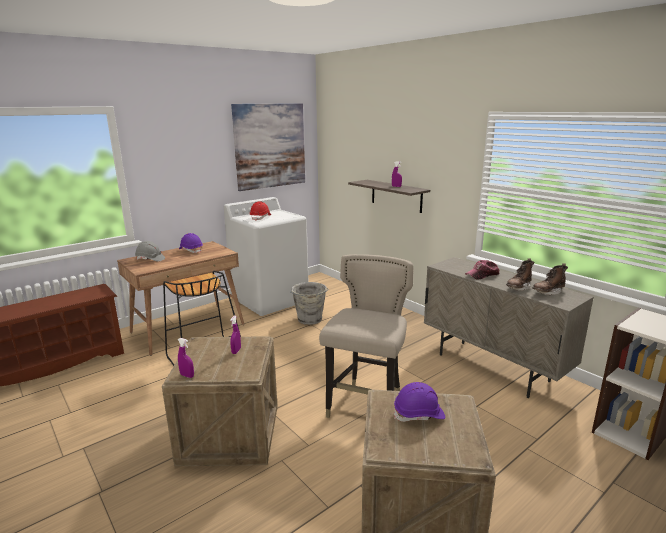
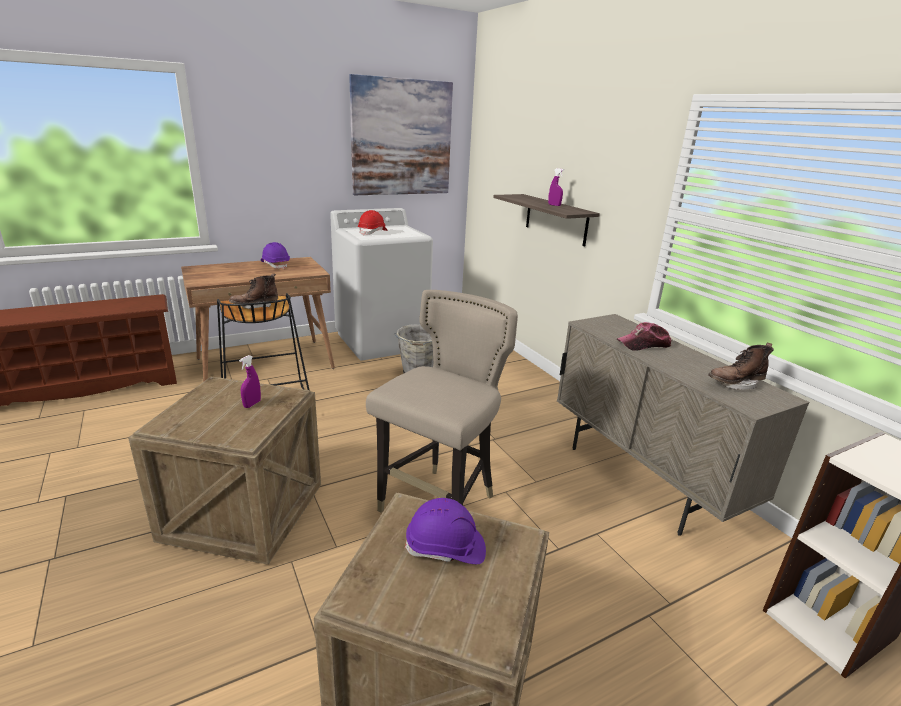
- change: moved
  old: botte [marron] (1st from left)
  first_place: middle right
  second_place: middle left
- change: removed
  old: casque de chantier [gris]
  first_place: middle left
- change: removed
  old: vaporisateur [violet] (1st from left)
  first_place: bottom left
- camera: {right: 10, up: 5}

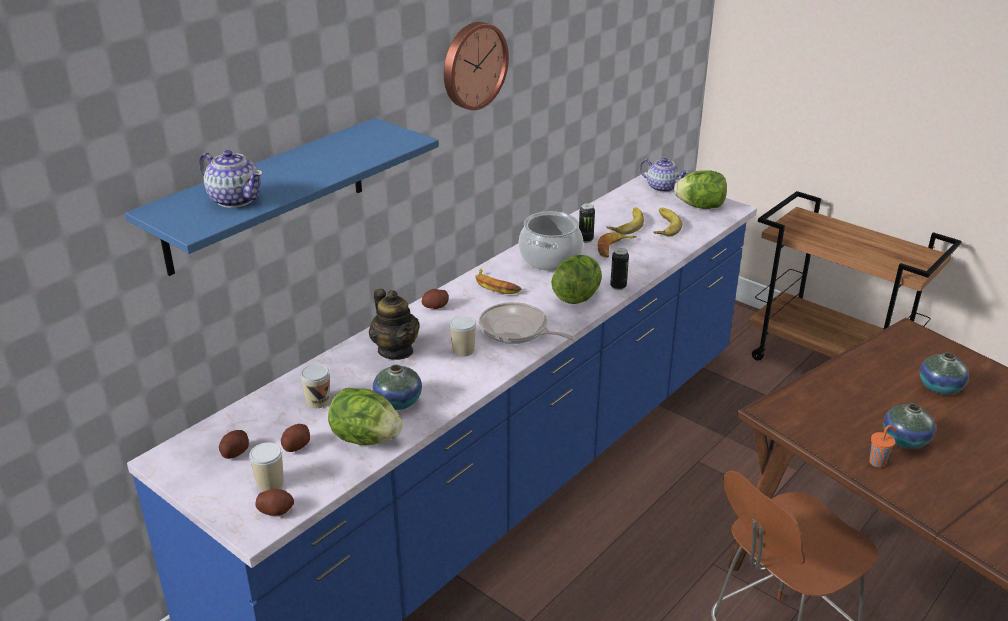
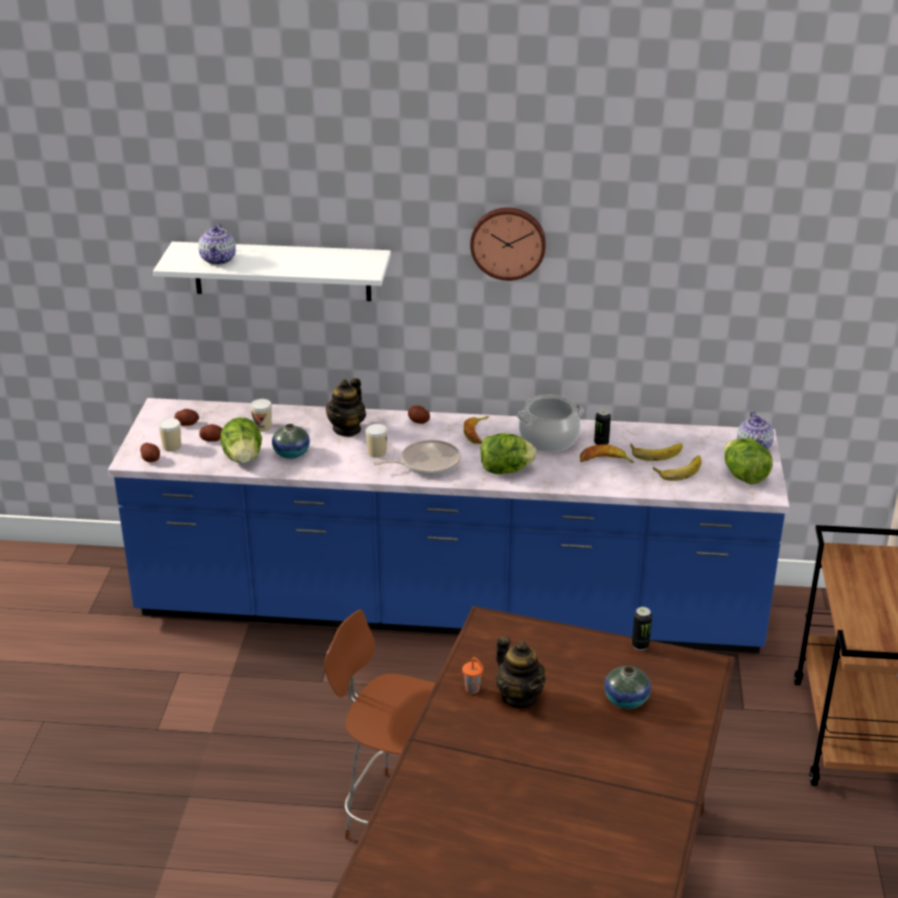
- change: recoloured
  old: étagère [bleu]
  new: étagère [blanc]
  first_place: top left
  second_place: top left
- change: turned
  old: poêle
  first_place: centre
  second_place: centre
  degrees: 75
- change: replaced
  old: vase (2nd from left)
  new: théière (3rd from left)
  first_place: bottom right
  second_place: bottom centre
- change: moved
  old: boîte métallique (2nd from left)
  first_place: centre
  second_place: bottom right
- camera: {right: 55, up: 0}

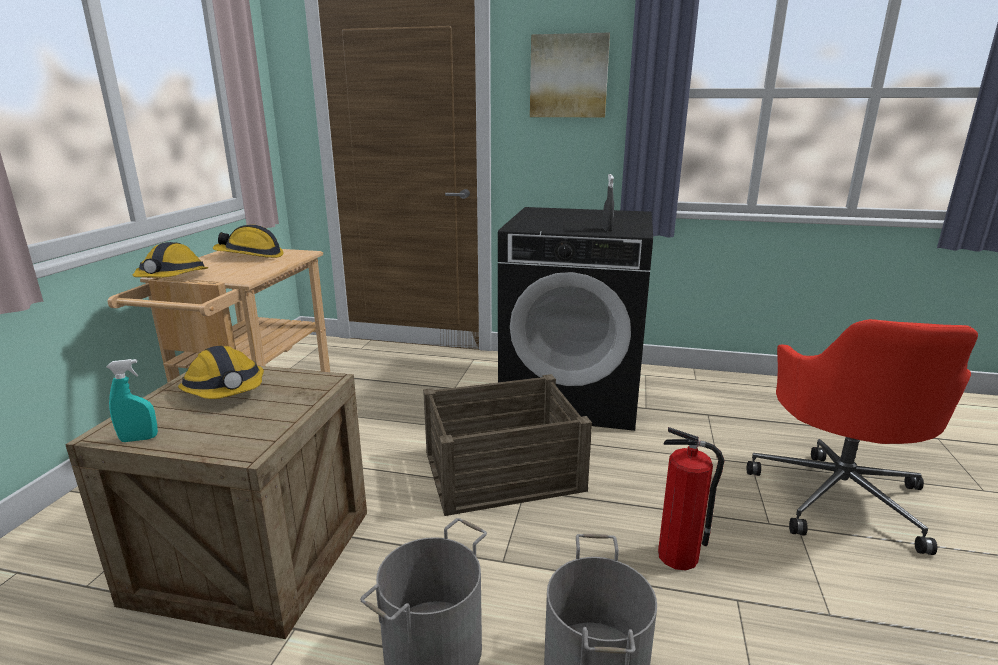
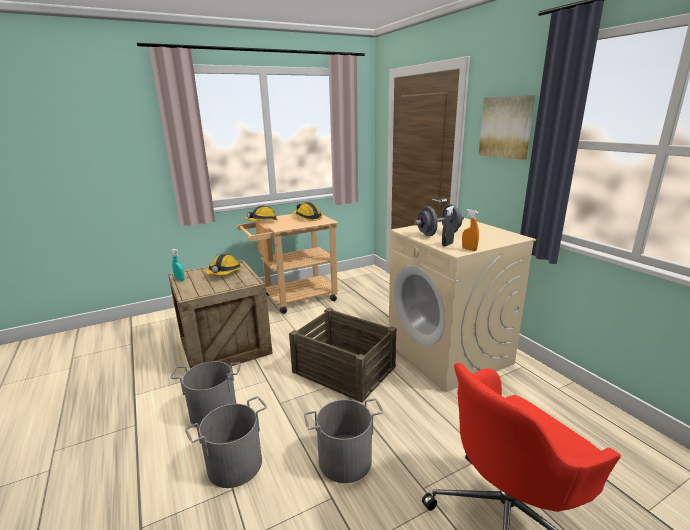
- change: replaced
  old: extincteur
  new: seau [gris] (3rd from left)
  first_place: bottom right
  second_place: bottom centre
- change: recoloured
  old: lave-linge [noir]
  new: lave-linge [beige]
  first_place: centre
  second_place: middle right
- change: added
  new: haltère [gris]
  second_place: centre
- change: added
  new: vaporisateur [orange]
  second_place: middle right
- camera: {right: 50, up: 0}

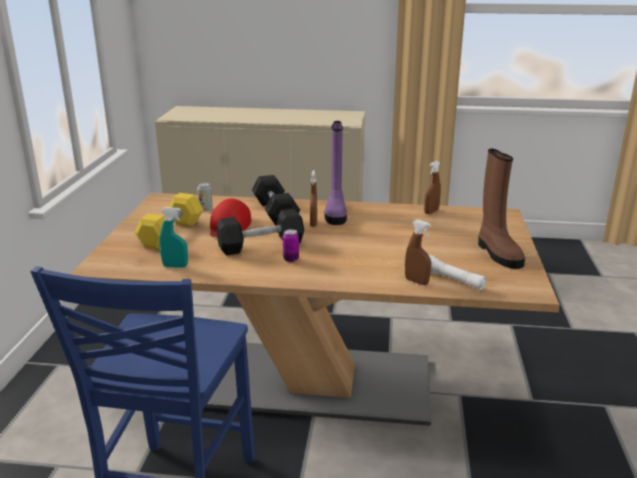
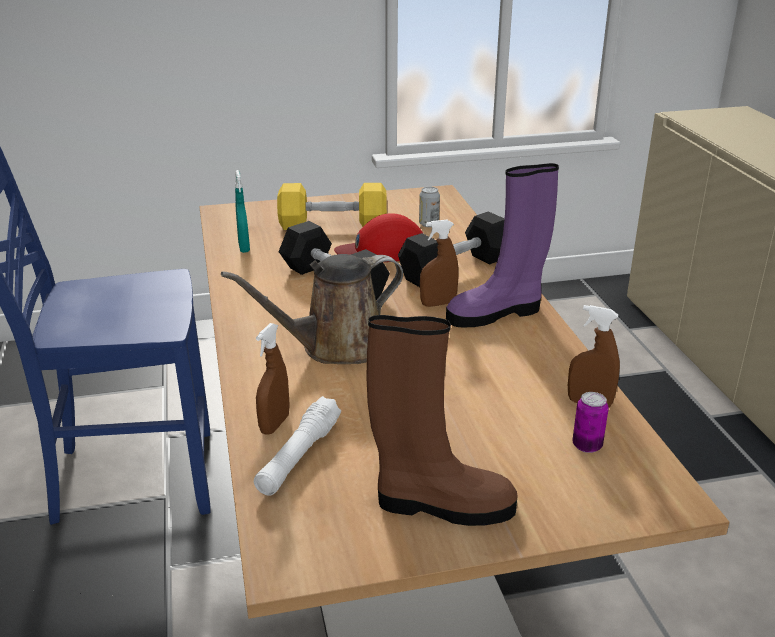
- change: added
  new: arrosoir [marron]
  second_place: centre
- change: turned
  old: botte [marron]
  first_place: middle right
  second_place: centre
  degrees: -135
- change: moved
  old: boîte métallique (2nd from left)
  first_place: centre
  second_place: middle right
- camera: {right: 70, up: 5}

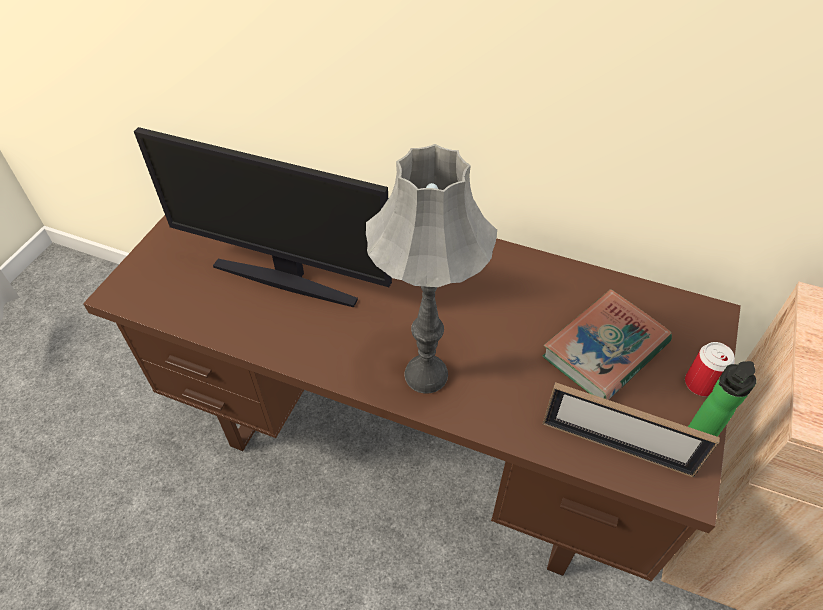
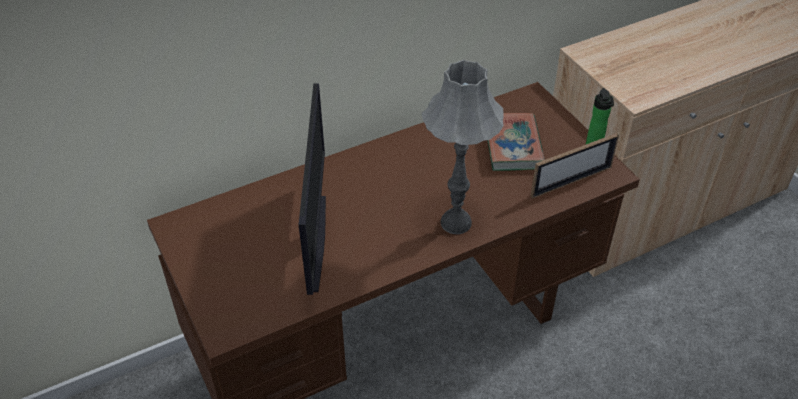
- change: turned
  old: écran d'ordinateur
  first_place: middle left
  second_place: centre
  degrees: -60
- change: removed
  old: boîte métallique
  first_place: middle right
- camera: {right: -50, up: -5}

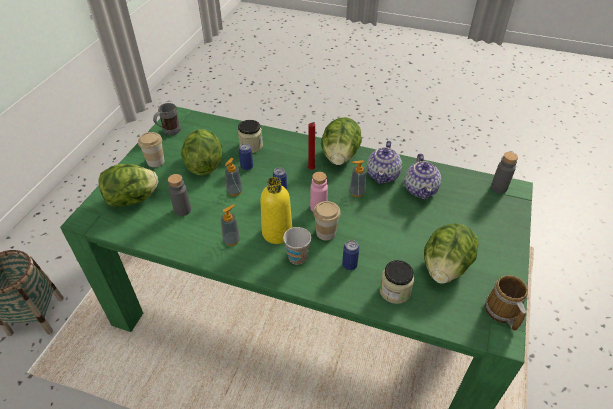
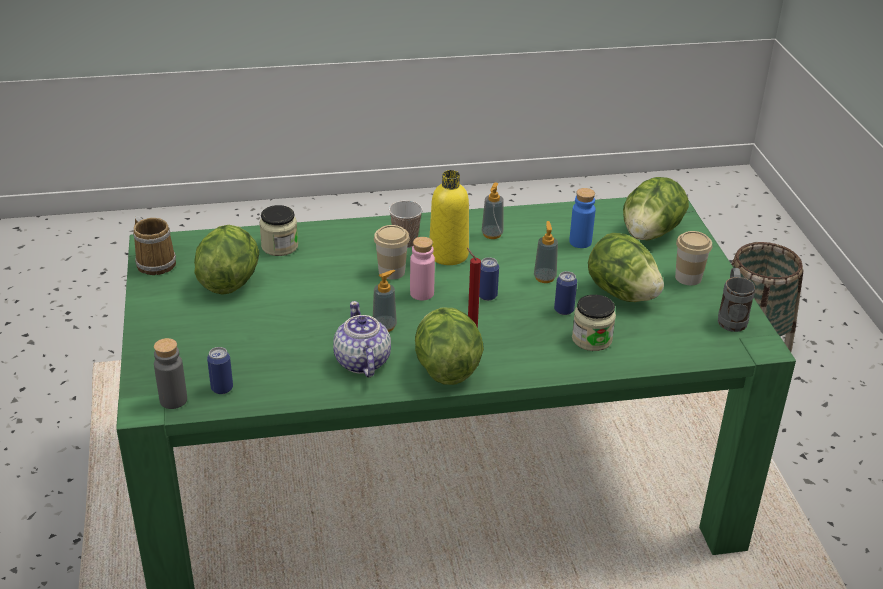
- change: moved
  old: boîte métallique (3rd from left in the first image)
  new: boîte métallique (1st from left)
  first_place: centre
  second_place: middle left
- change: recoloured
  old: bouteille [gris] (1st from left)
  new: bouteille [bleu]
  first_place: middle left
  second_place: centre
- change: removed
  old: théière (2nd from left)
  first_place: middle right
- camera: {right: 150, up: -10}

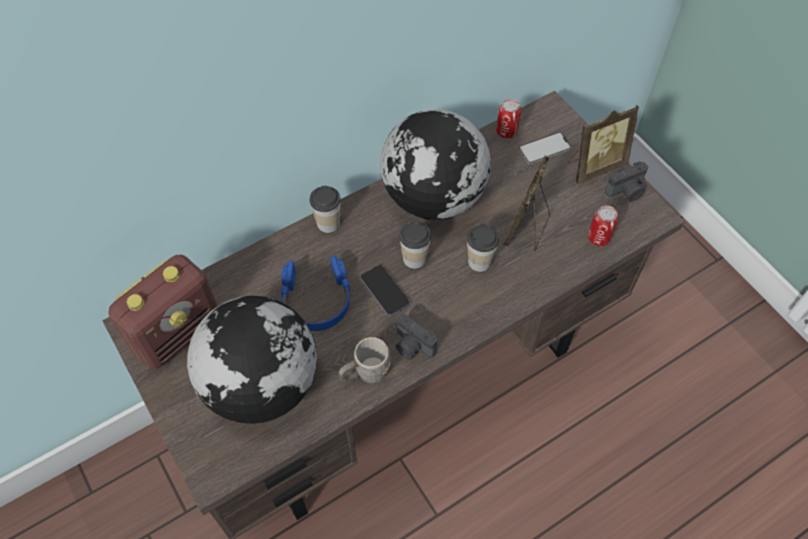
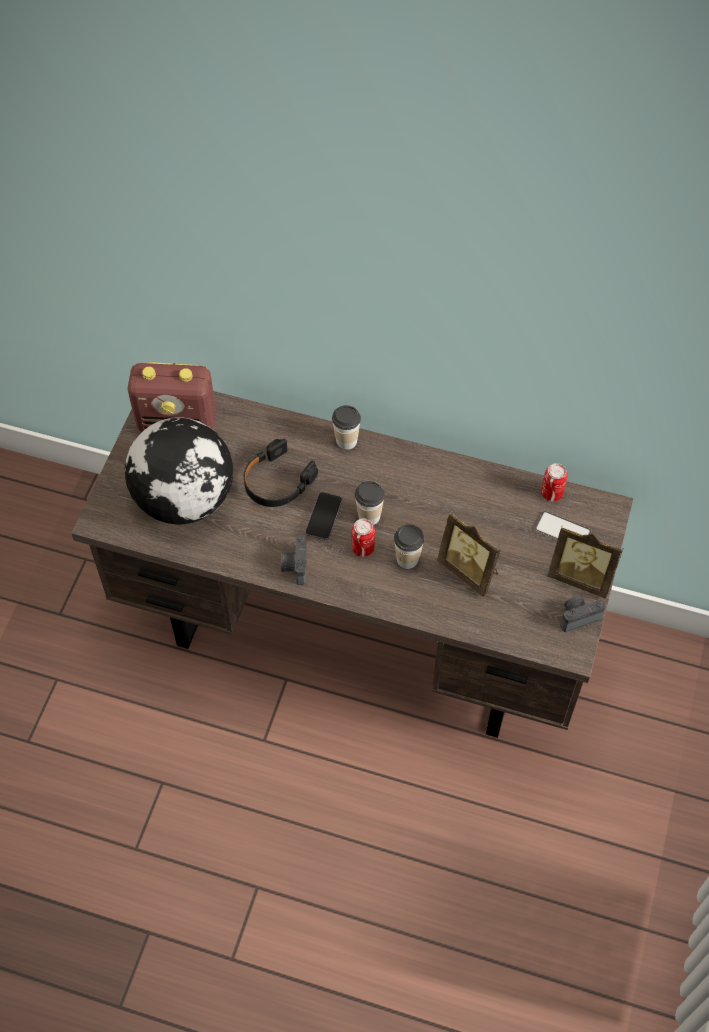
- change: recoloured
  old: casque audio [bleu]
  new: casque audio [noir]
  first_place: centre
  second_place: centre
- change: moved
  old: boîte métallique (2nd from left in the first image)
  new: boîte métallique (1st from left)
  first_place: middle right
  second_place: centre
- change: turned
  old: cadre photo (1st from left)
  first_place: centre
  second_place: centre
  degrees: -120
- change: turned
  old: appareil photo (2nd from left)
  first_place: middle right
  second_place: middle right
  degrees: 135
- change: removed
  old: mug [gris]
  first_place: bottom centre
- change: removed
  old: globe (2nd from left)
  first_place: top centre
- camera: {right: 50, up: 0}

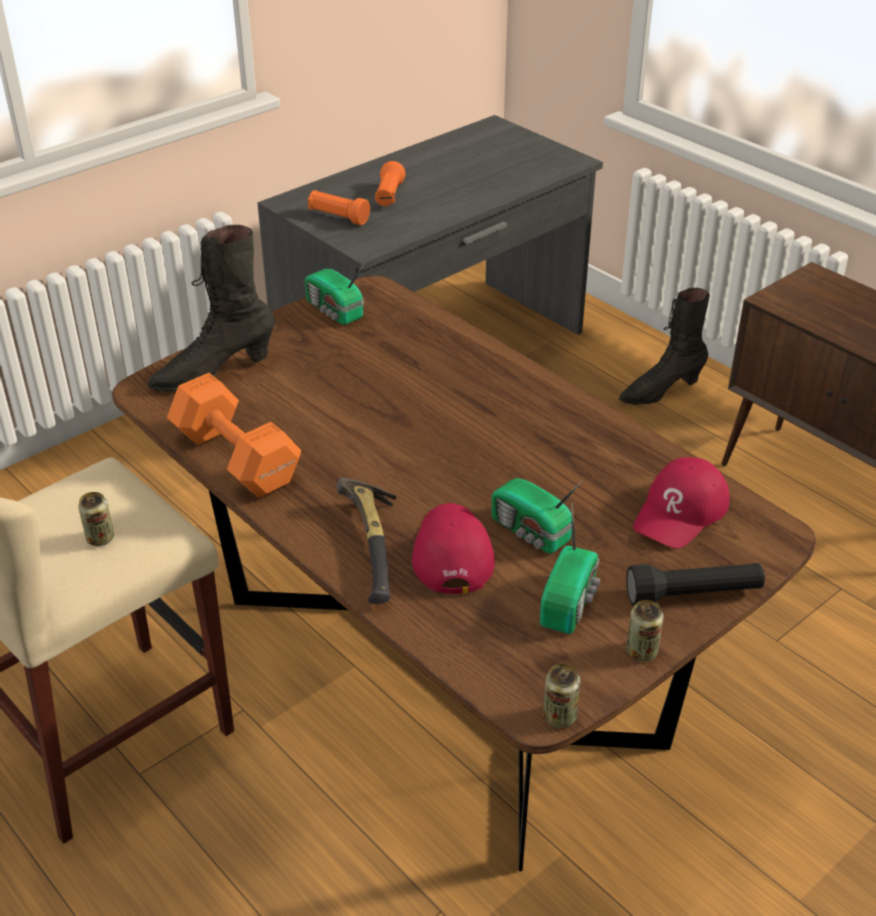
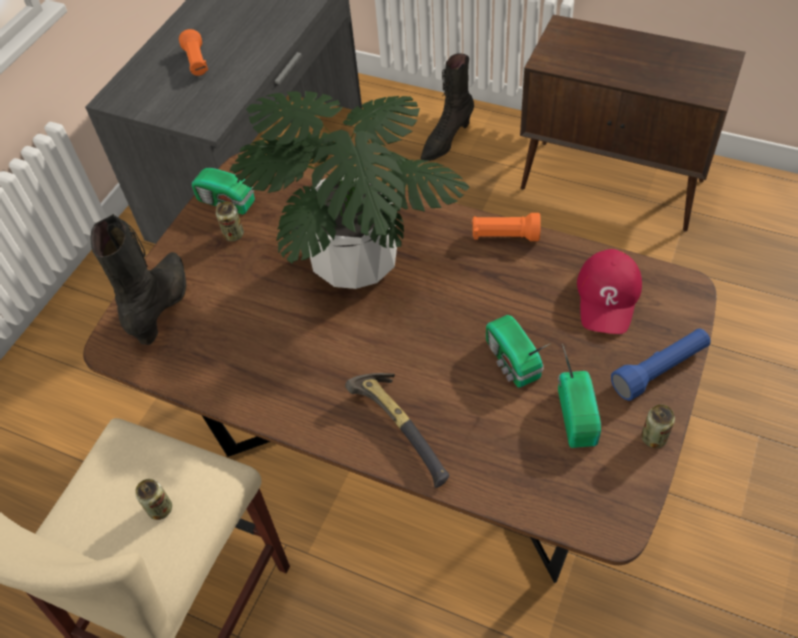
- change: turned
  old: botte [noir] (1st from left)
  first_place: middle left
  second_place: middle left
  degrees: 150
- change: moved
  old: boîte métallique (2nd from left)
  first_place: bottom centre
  second_place: middle left
- change: added
  new: plante en pot
  second_place: top centre
- change: moved
  old: lampe de poche [orange] (1st from left in the first image)
  new: lampe de poche [orange] (2nd from left)
  first_place: top centre
  second_place: centre
- change: turned
  old: radio (2nd from left)
  first_place: centre
  second_place: centre
  degrees: 45
- change: recoloured
  old: lampe de poche [noir]
  new: lampe de poche [bleu]
  first_place: middle right
  second_place: middle right
- change: removed
  old: haltère [orange]
  first_place: middle left
- change: removed
  old: casquette [rouge] (1st from left)
  first_place: centre
- camera: {right: -20, up: 15}

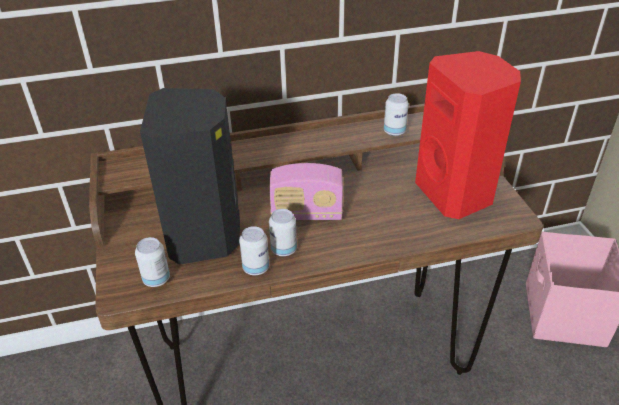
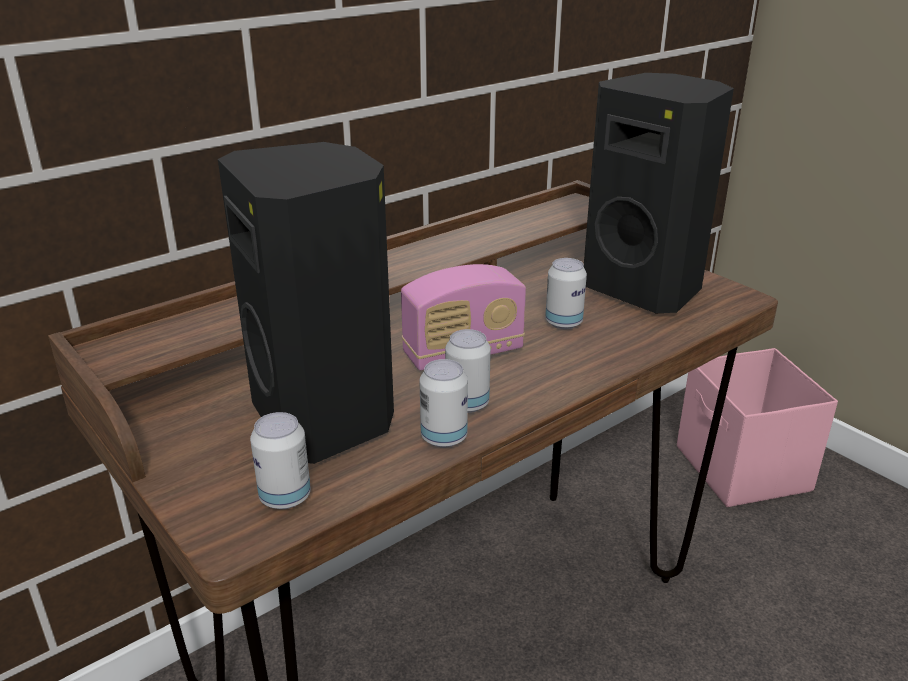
- change: moved
  old: boîte métallique (4th from left)
  first_place: top centre
  second_place: centre
- change: recoloured
  old: enceinte [rouge]
  new: enceinte [noir] (2nd from left)
  first_place: middle right
  second_place: top right
- camera: {right: -25, up: -10}

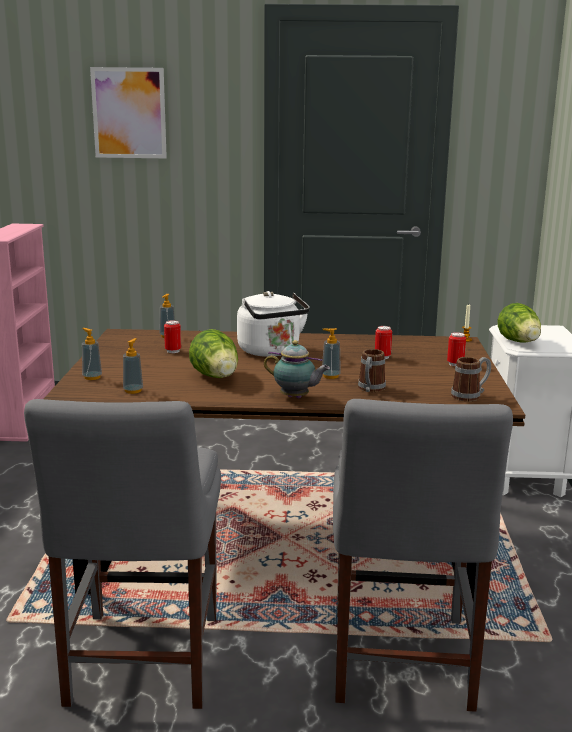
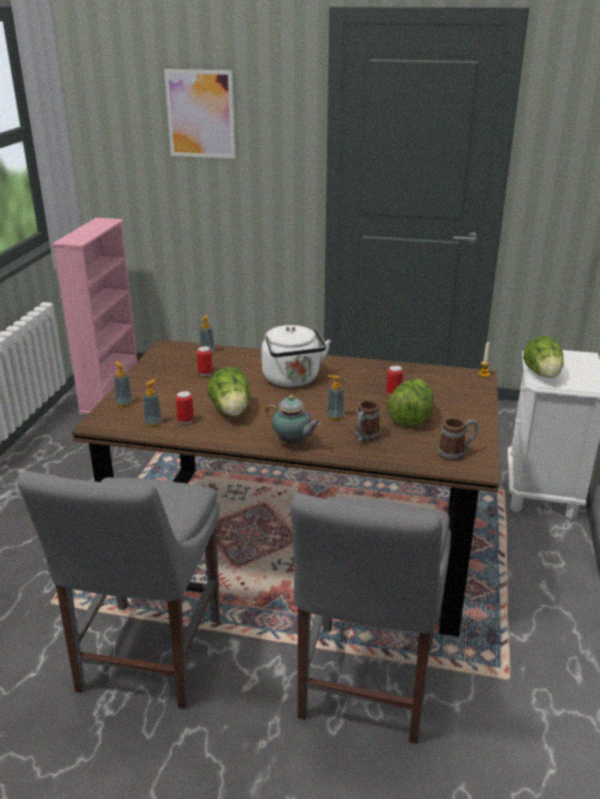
- change: moved
  old: boîte métallique (3rd from left in the first image)
  new: boîte métallique (1st from left)
  first_place: middle right
  second_place: middle left
- change: added
  new: laitue (2nd from left)
  second_place: middle right
- camera: {right: 10, up: 10}

